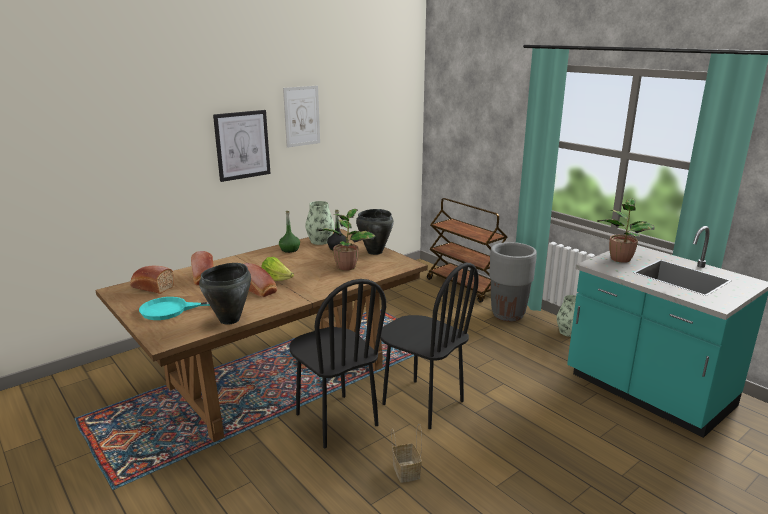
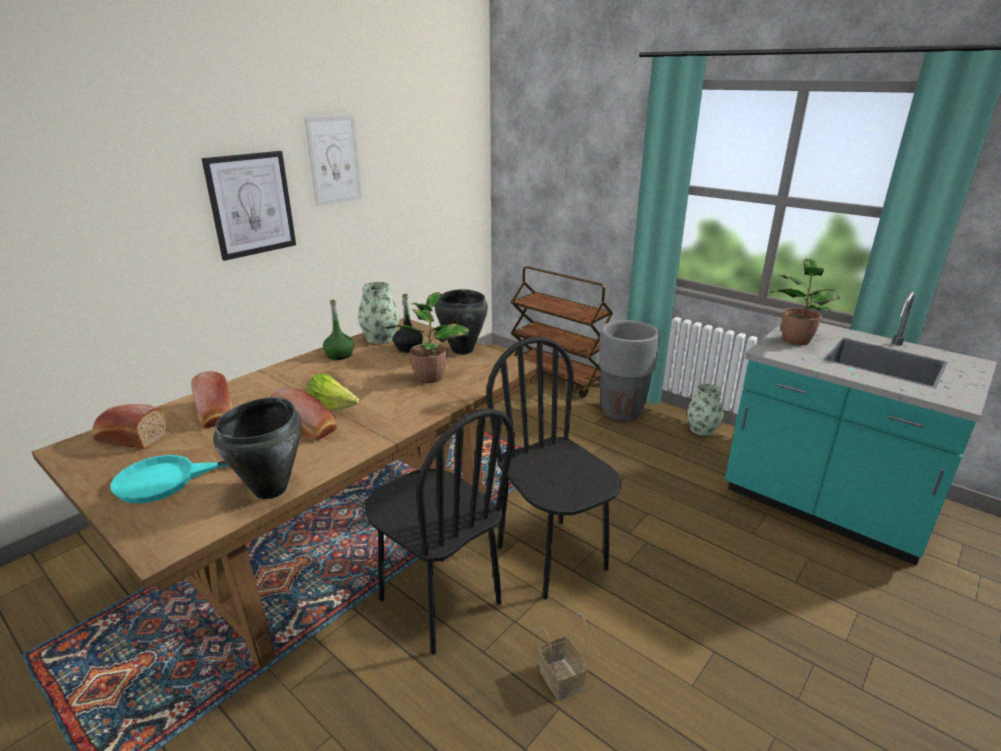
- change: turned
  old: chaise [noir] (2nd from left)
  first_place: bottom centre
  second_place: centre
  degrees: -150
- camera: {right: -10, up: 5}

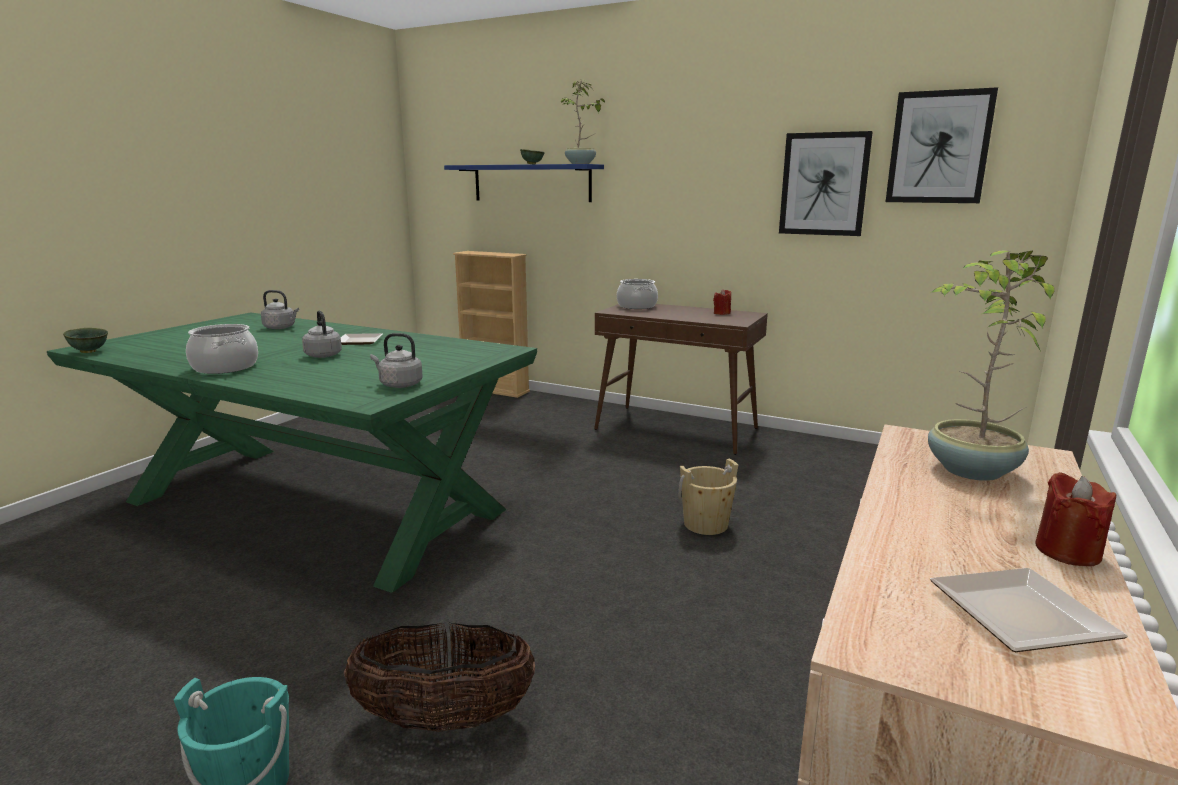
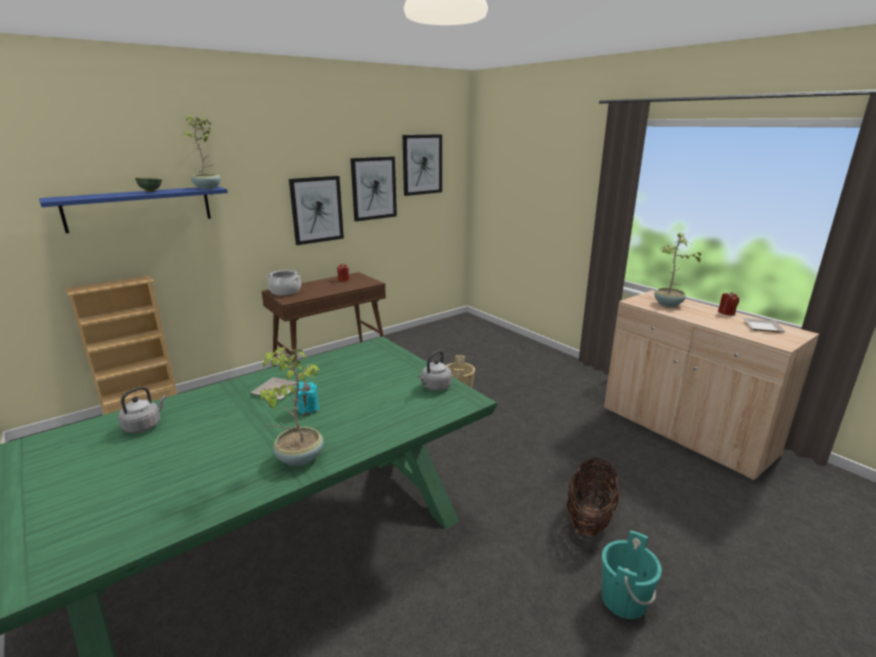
- change: replaced
  old: marmite (1st from left)
  new: plante en pot (2nd from left)
  first_place: middle left
  second_place: centre
- change: added
  new: tableau (1st from left)
  second_place: top centre
- change: replaced
  old: bouilloire [gris] (2nd from left)
  new: bougie [turquoise]
  first_place: middle left
  second_place: centre
- change: removed
  old: bol [vert] (1st from left)
  first_place: middle left
- camera: {right: -65, up: 5}

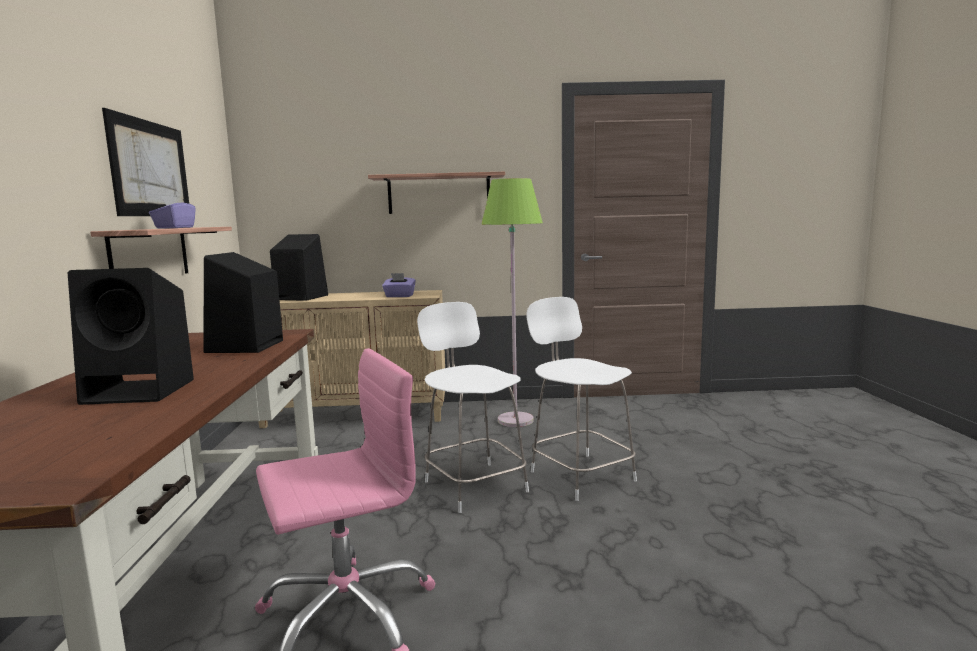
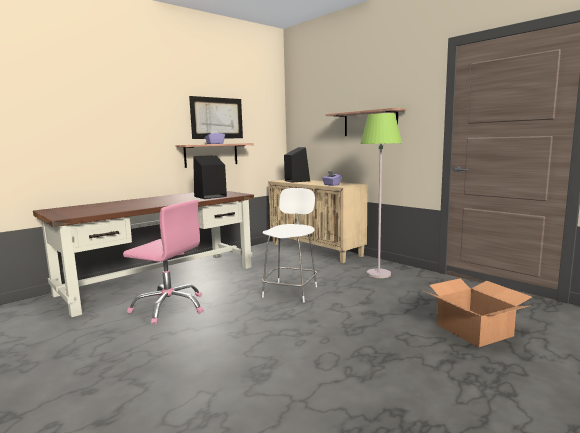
- change: added
  new: carton
  second_place: bottom right
- change: removed
  old: enceinte [noir] (1st from left)
  first_place: middle left
- change: removed
  old: chaise [blanc] (2nd from left)
  first_place: centre
- camera: {right: 50, up: 0}

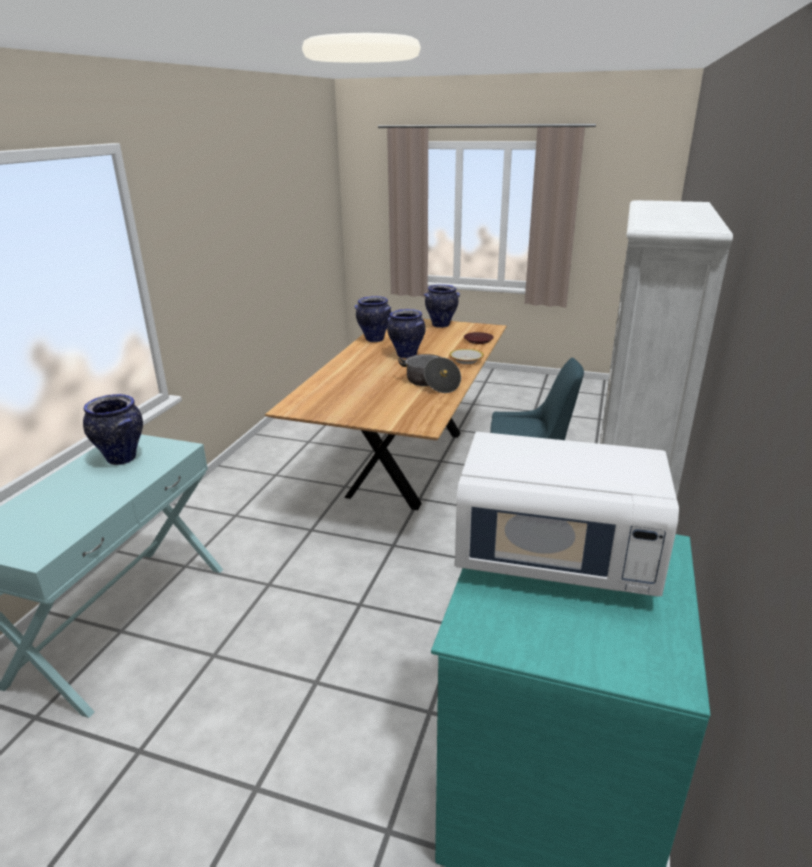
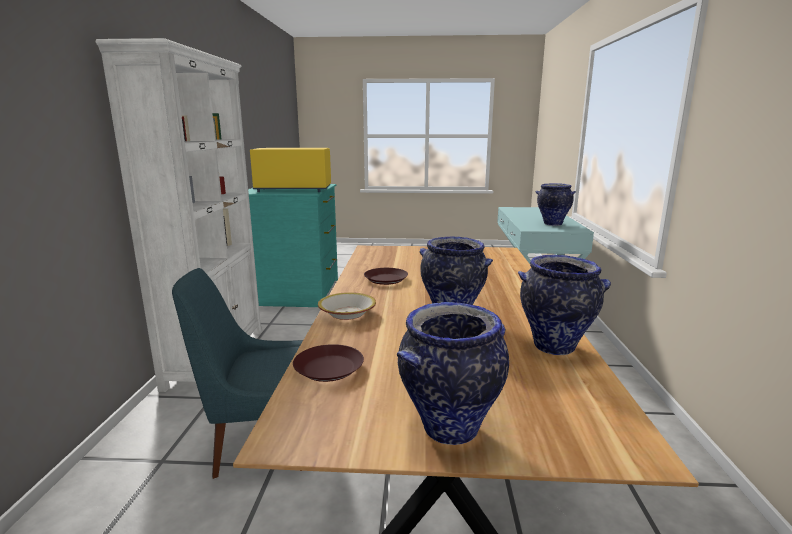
- change: recoloured
  old: micro-ondes [blanc]
  new: micro-ondes [jaune]
  first_place: middle right
  second_place: top centre
- change: replaced
  old: marmite
  new: assiette [marron] (2nd from left)
  first_place: centre
  second_place: centre
- camera: {right: 165, up: -10}

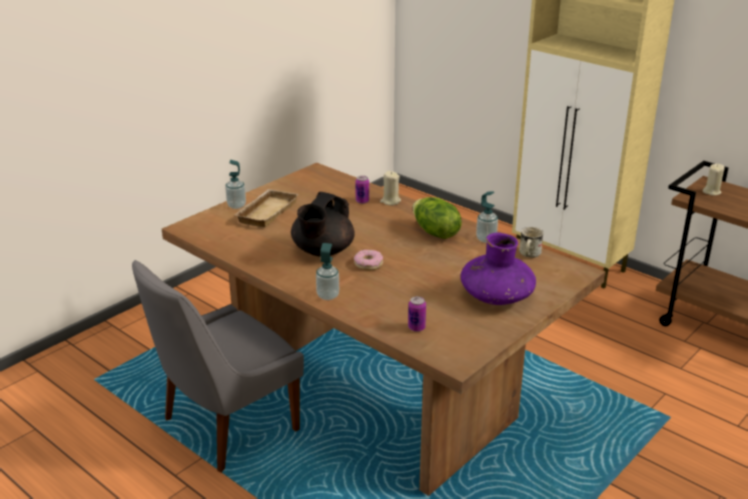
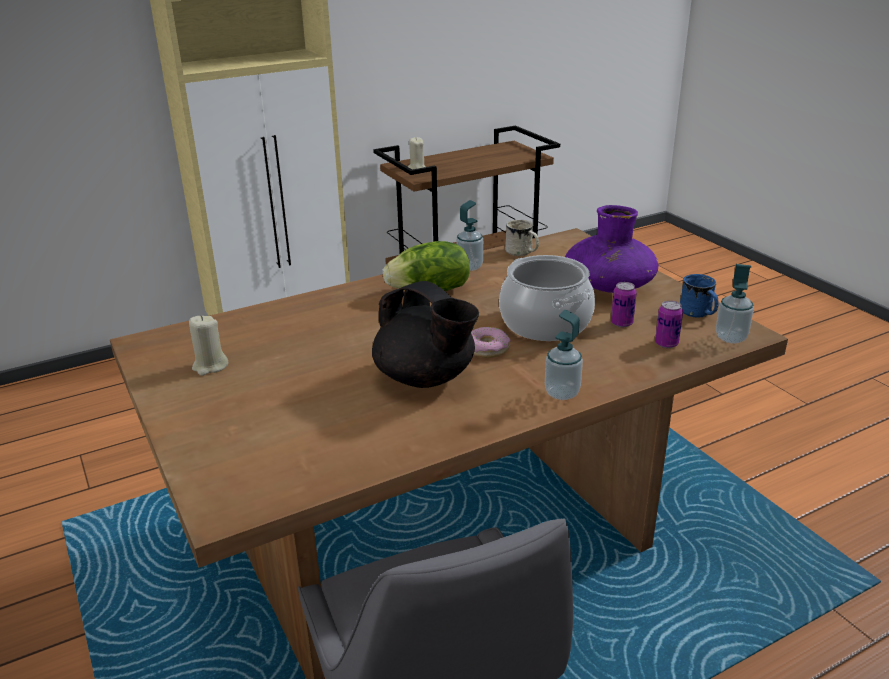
- change: moved
  old: bougie [beige] (1st from left)
  first_place: centre
  second_place: middle left
- change: added
  new: marmite
  second_place: centre
- change: moved
  old: boîte métallique (1st from left)
  first_place: centre
  second_place: middle right
- change: added
  new: mug [bleu]
  second_place: middle right
- change: moved
  old: distributeur de savon (1st from left in the first image)
  new: distributeur de savon (3rd from left)
  first_place: middle left
  second_place: middle right
- change: removed
  old: plateau [beige]
  first_place: centre
- camera: {right: -70, up: 0}

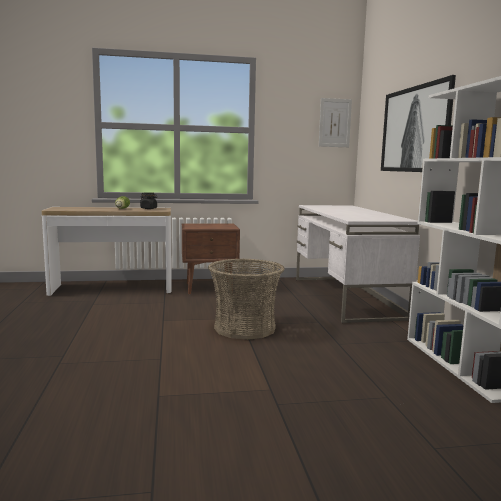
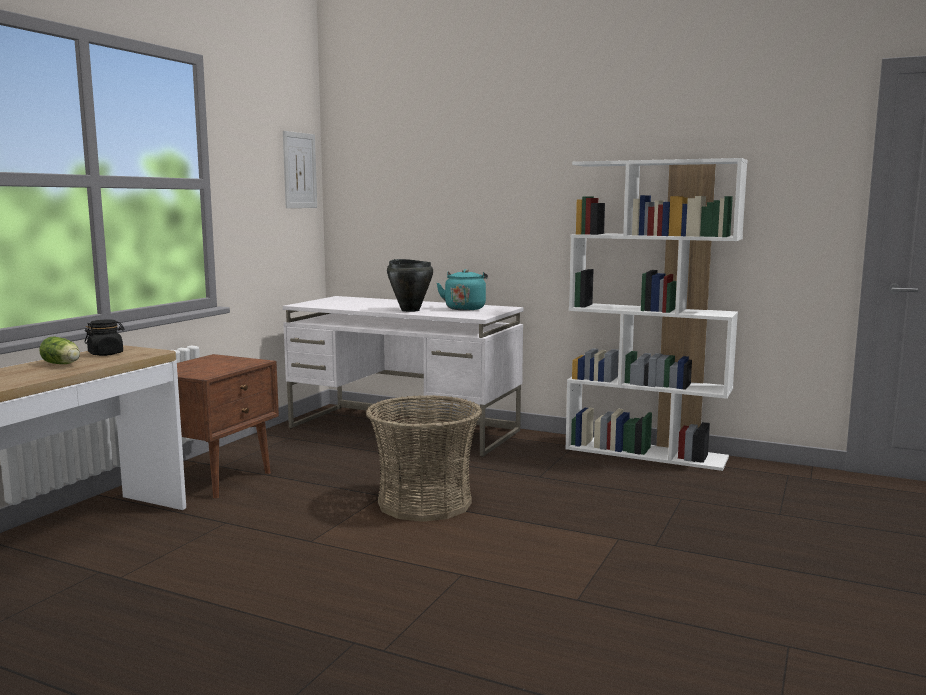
- change: added
  new: marmite [noir]
  second_place: centre
- change: added
  new: bouilloire [turquoise]
  second_place: centre
- change: removed
  old: tableau (2nd from left)
  first_place: top right
- camera: {right: -55, up: 0}

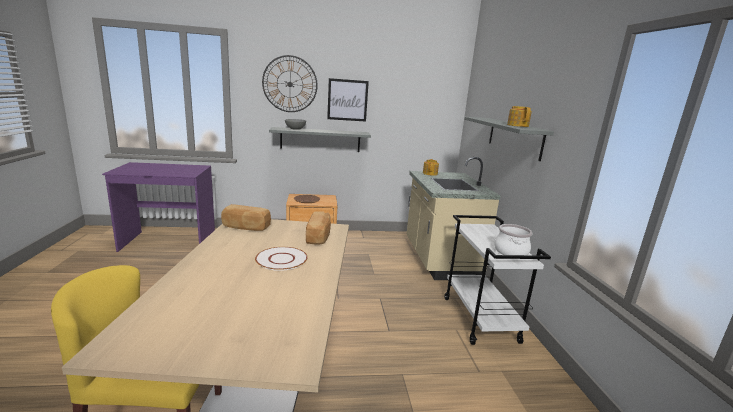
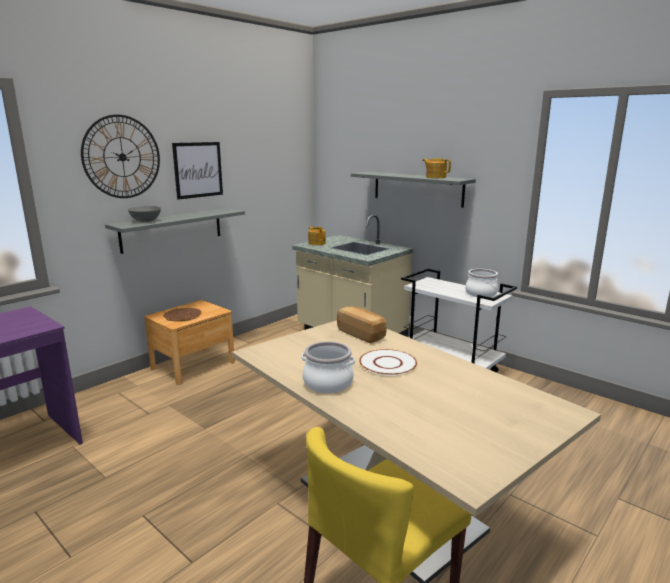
- change: added
  new: marmite (1st from left)
  second_place: centre
- change: removed
  old: pain (1st from left)
  first_place: centre
- camera: {right: -40, up: 0}

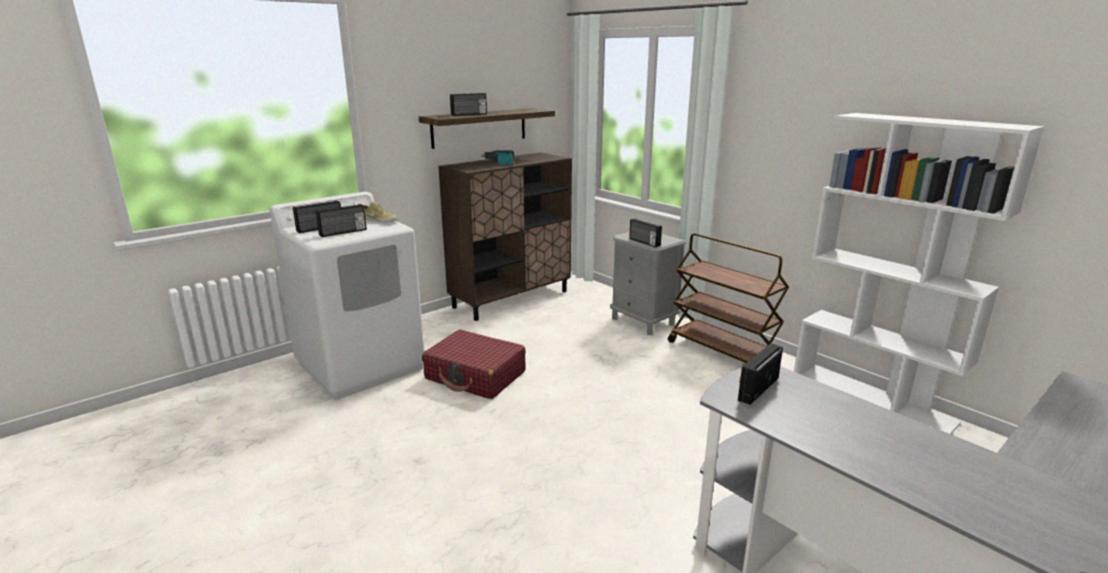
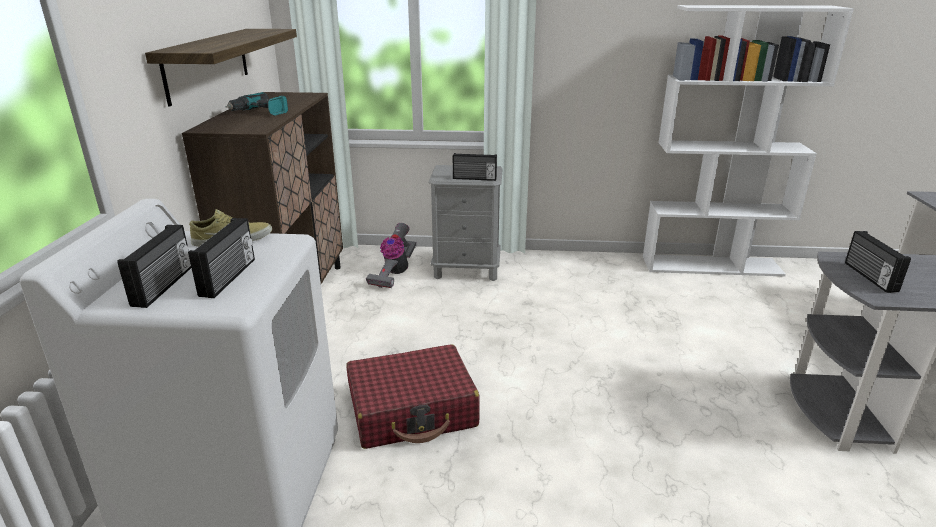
- change: added
  new: aspirateur
  second_place: centre
- change: removed
  old: radio (3rd from left)
  first_place: top centre
- change: removed
  old: chariot [marron]
  first_place: centre
- camera: {right: -45, up: 5}

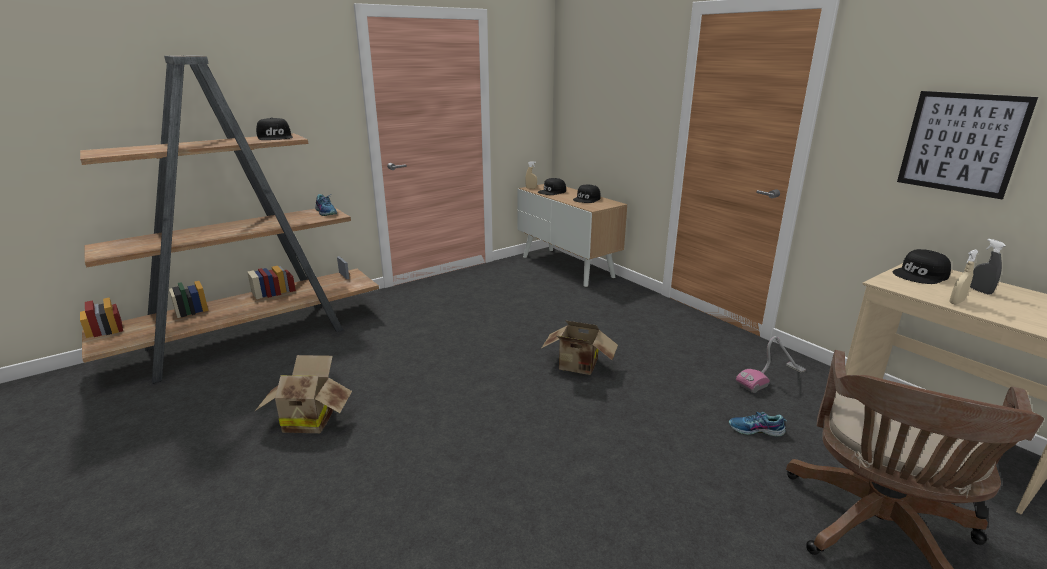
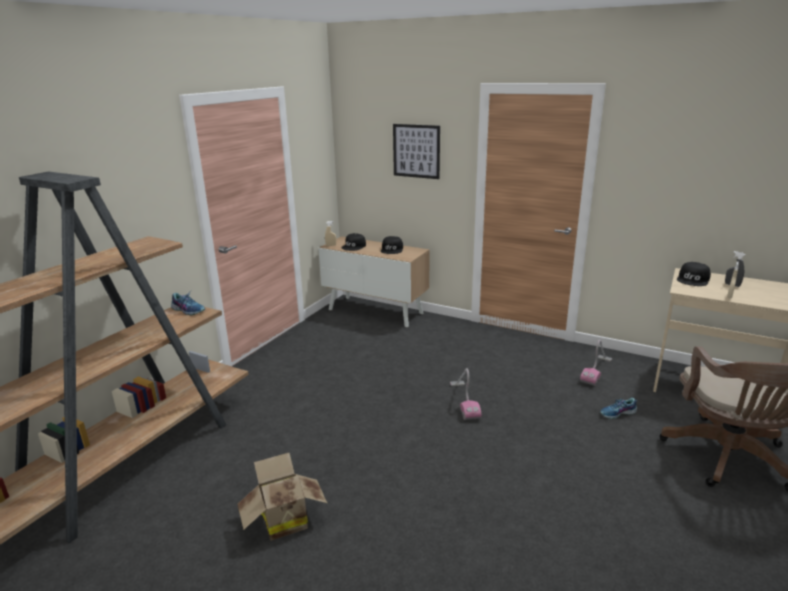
- change: moved
  old: tableau
  first_place: top right
  second_place: top centre
- change: replaced
  old: carton (2nd from left)
  new: aspirateur (1st from left)
  first_place: centre
  second_place: bottom centre
- change: removed
  old: casquette [noir] (1st from left)
  first_place: top left
- camera: {right: -25, up: 0}

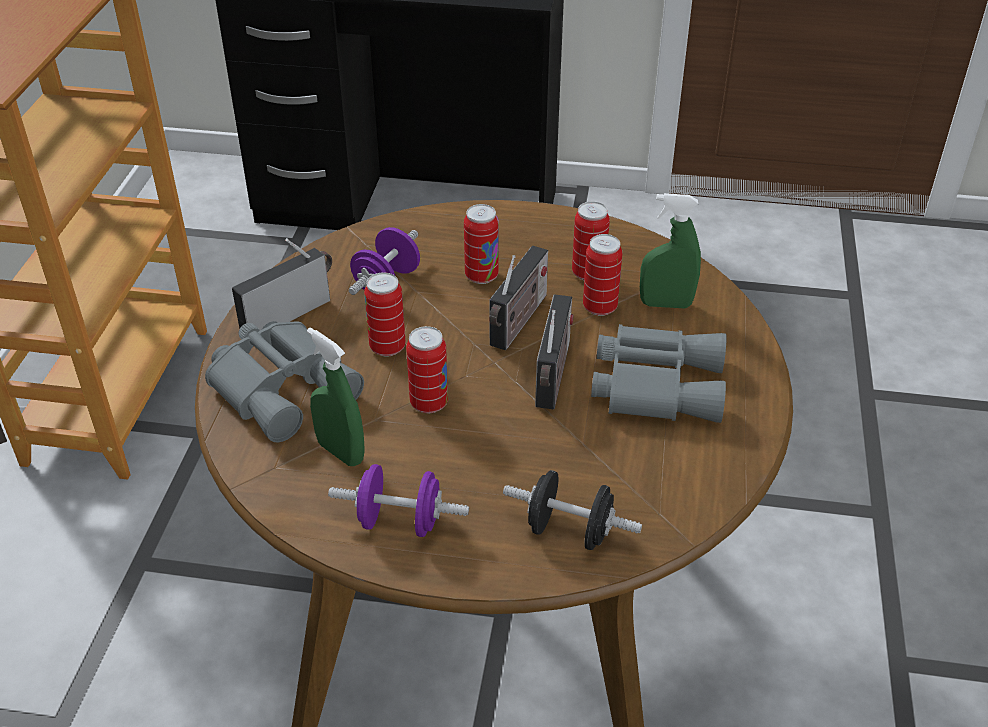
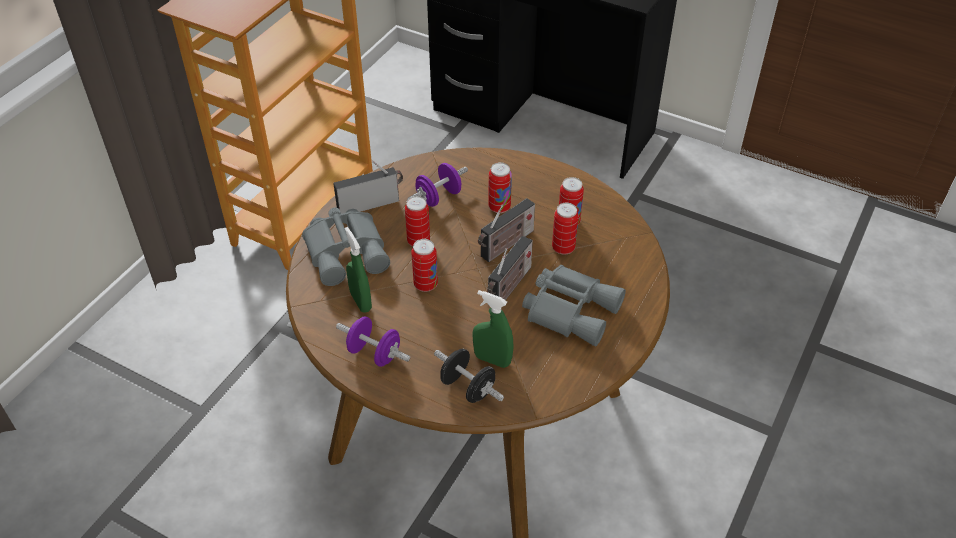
- change: moved
  old: vaporisateur [vert] (2nd from left)
  first_place: middle right
  second_place: centre
- camera: {right: 20, up: 5}

